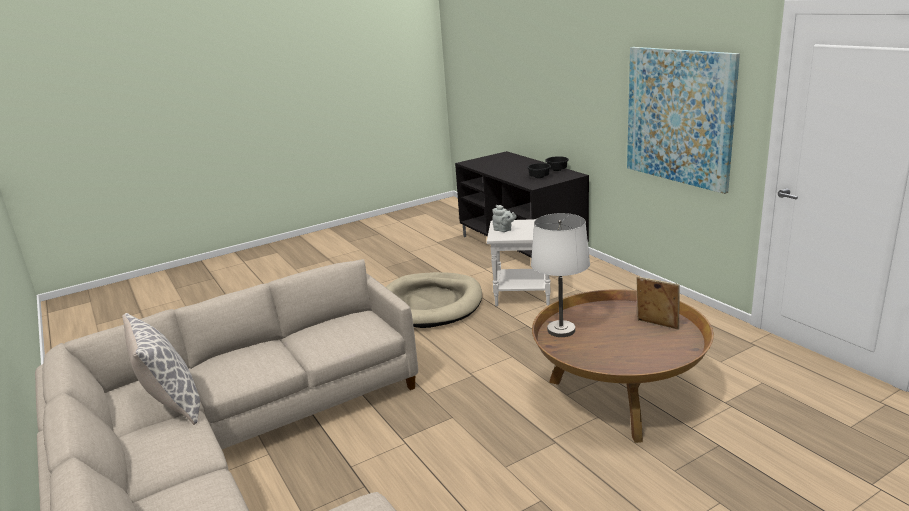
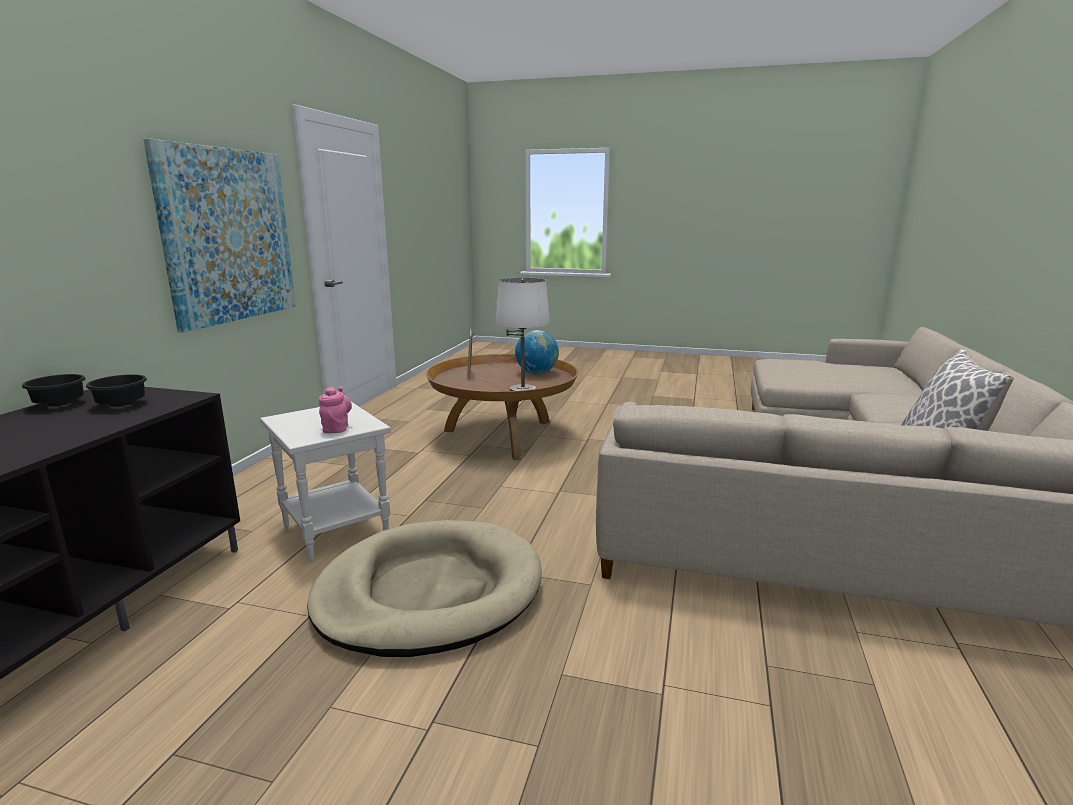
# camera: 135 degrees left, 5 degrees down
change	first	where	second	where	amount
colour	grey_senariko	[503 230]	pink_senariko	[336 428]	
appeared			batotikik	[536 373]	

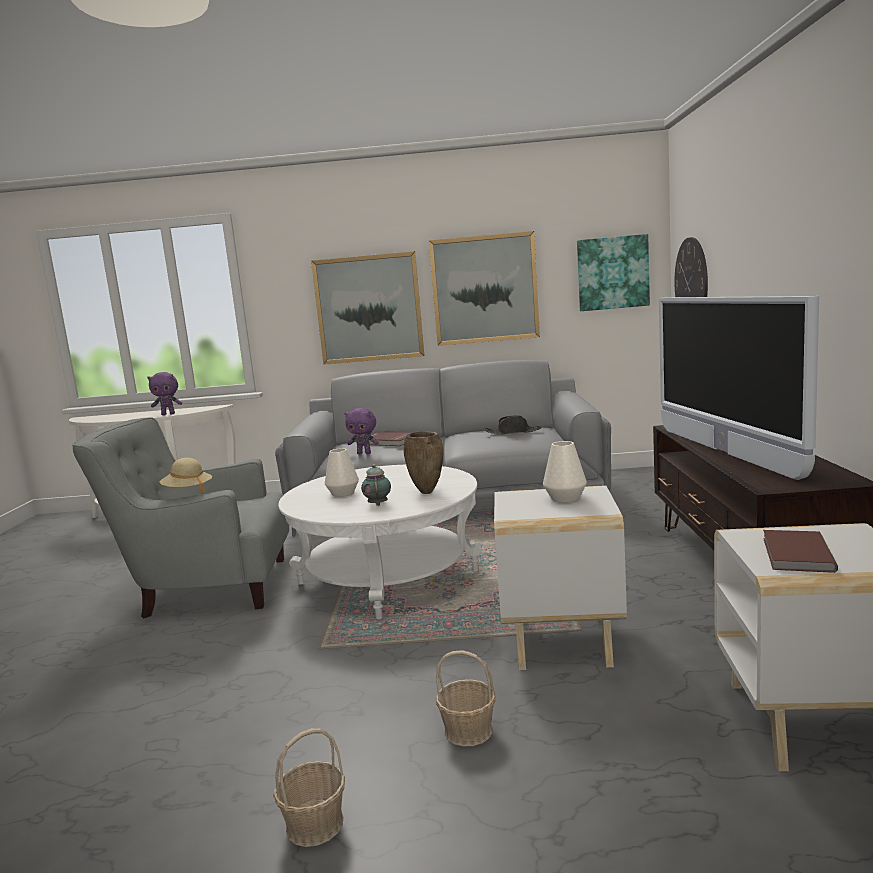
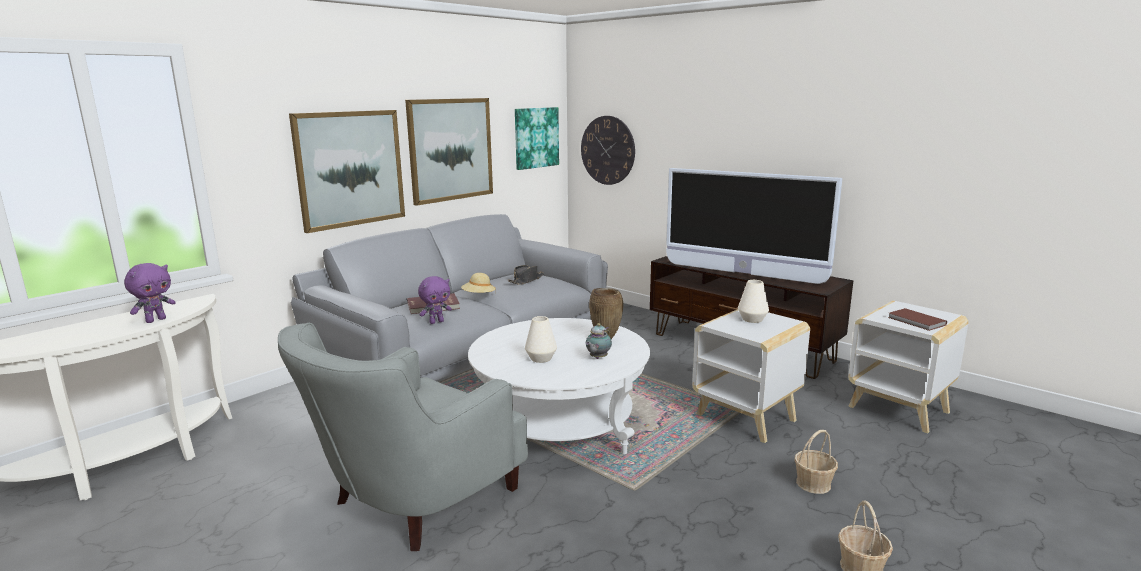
# camera: 50 degrees left, 5 degrees up
change	first	where	second	where	amount
relocated	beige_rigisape	[187 491]		[478 296]	
spun	senariko	[378 504]		[597 358]	90 degrees counterclockwise

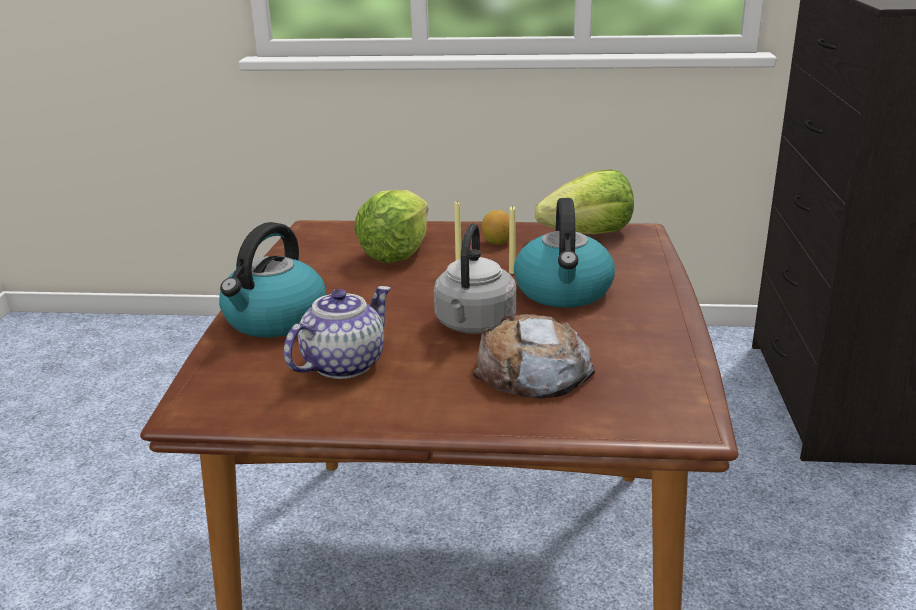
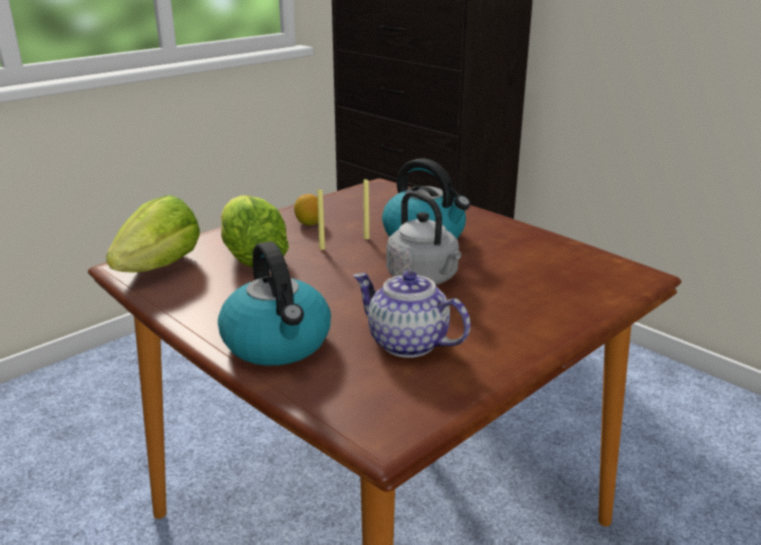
# camera: 50 degrees left, 0 degrees up
change	first	where	second	where	amount
spun	senariko	[343 364]		[406 343]	45 degrees counterclockwise
missing	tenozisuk	[532 371]			
relocated	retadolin	[588 234]		[160 266]	

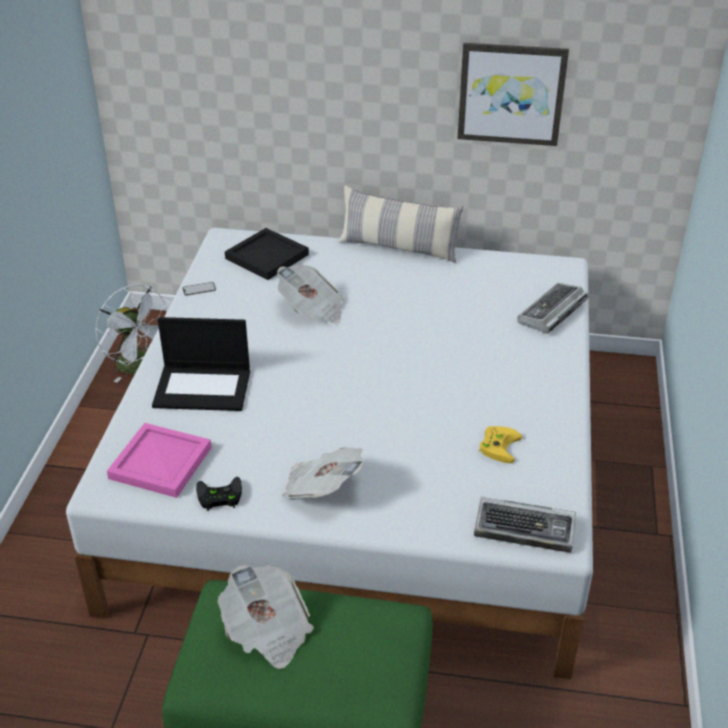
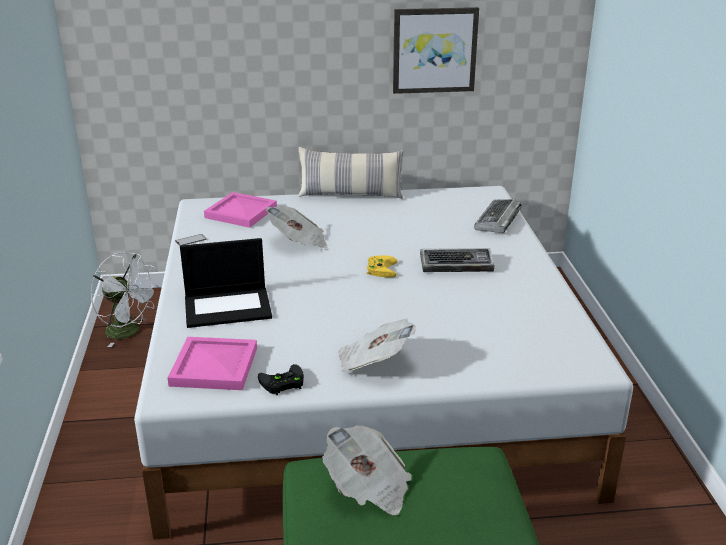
# camera: 15 degrees left, 10 degrees down
change	first	where	second	where	amount
colour	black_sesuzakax	[268 256]	pink_sesuzakax	[242 212]	
relocated	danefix	[525 529]		[457 265]	
relocated	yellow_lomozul	[498 445]		[380 268]	

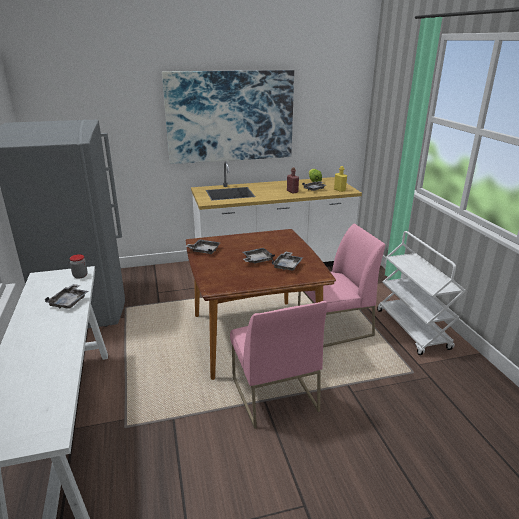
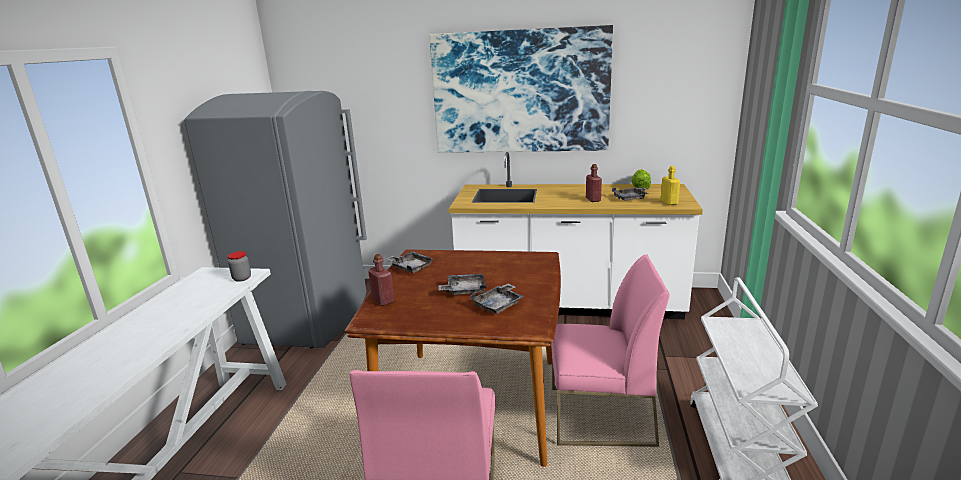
# camera: 25 degrees right, 5 degrees down
change	first	where	second	where	amount
missing	grey_sesuzakax	[69 301]			
appeared			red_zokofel	[383 300]	

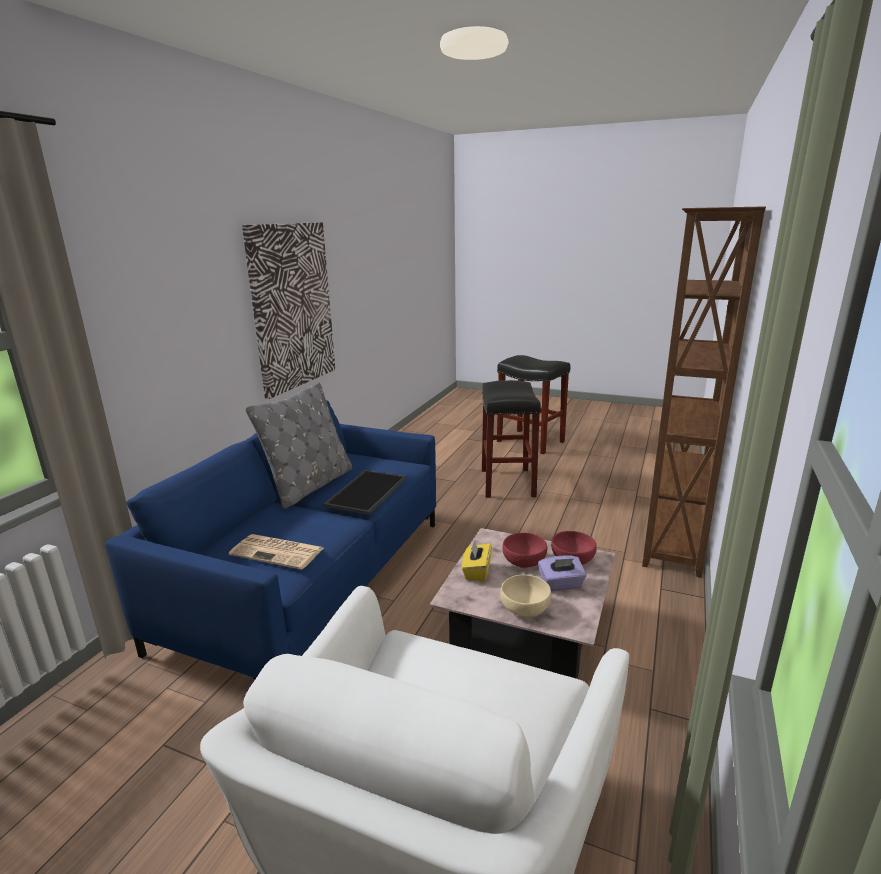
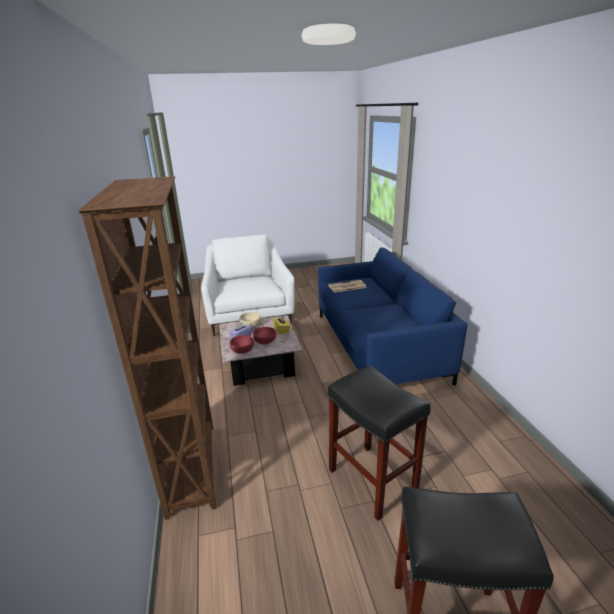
# camera: 145 degrees right, 5 degrees up
change	first	where	second	where	amount
missing	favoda	[292 307]			
missing	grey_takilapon	[310 485]			
missing	sesuzakax	[367 492]			

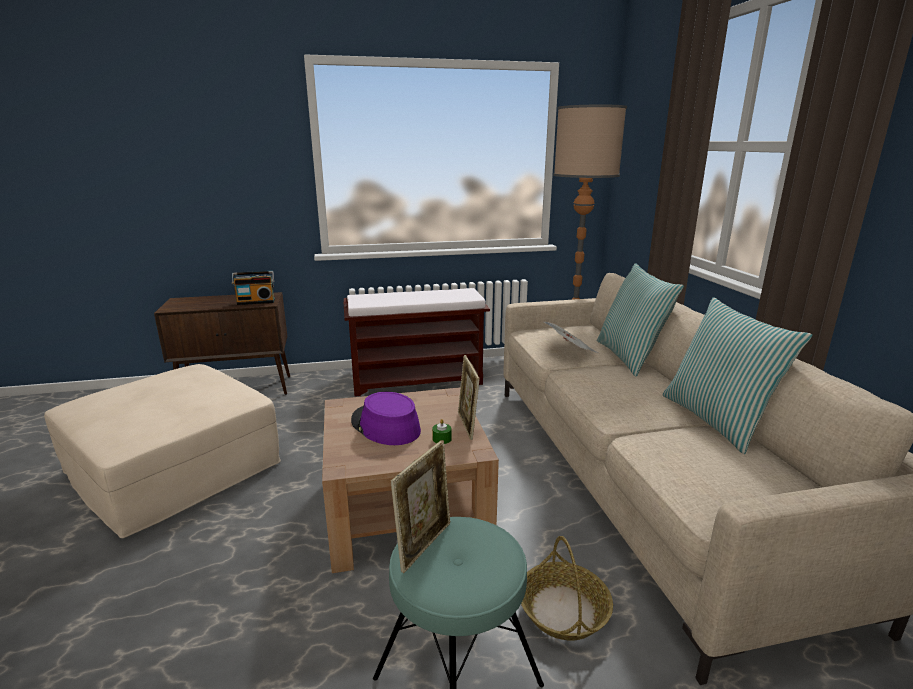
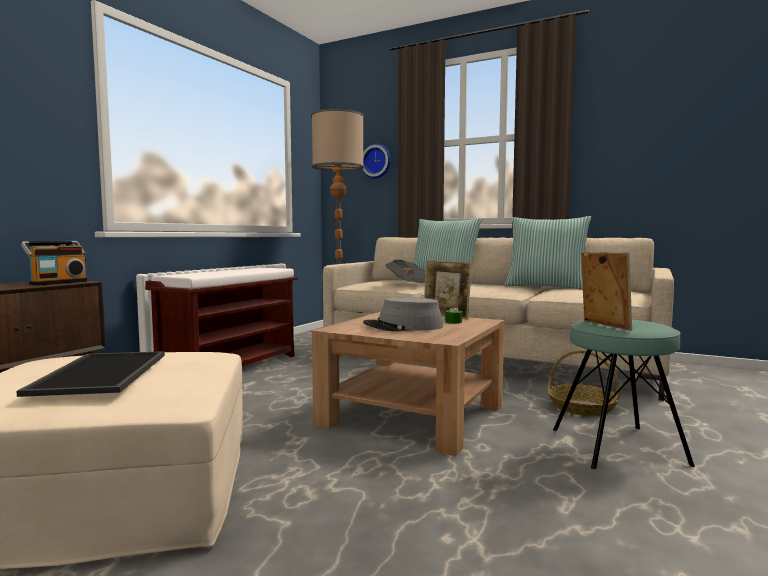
# camera: 50 degrees left, 15 degrees down
change	first	where	second	where	amount
colour	purple_rigisape	[385 426]	grey_rigisape	[403 326]	
appeared			sesuzakax	[103 373]	
appeared			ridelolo	[377 161]	

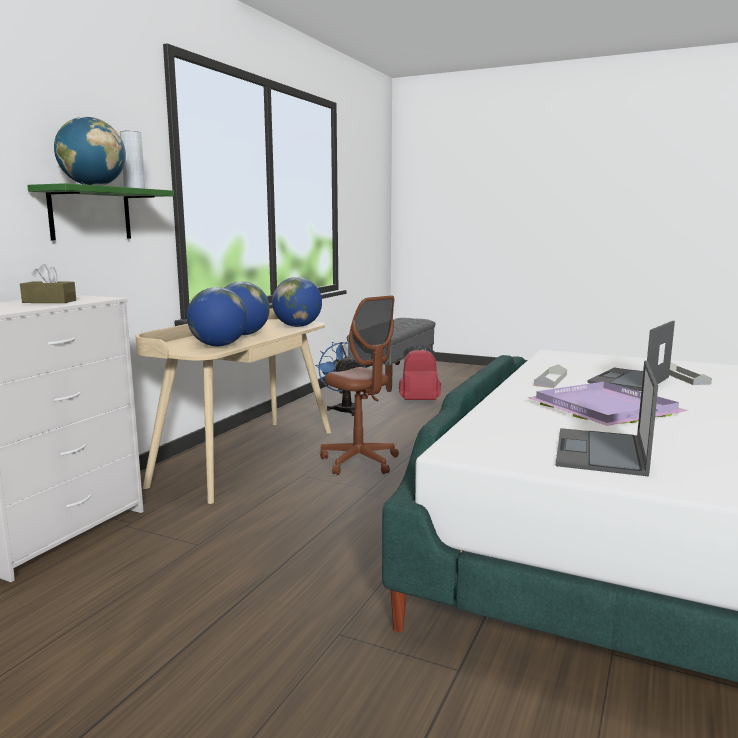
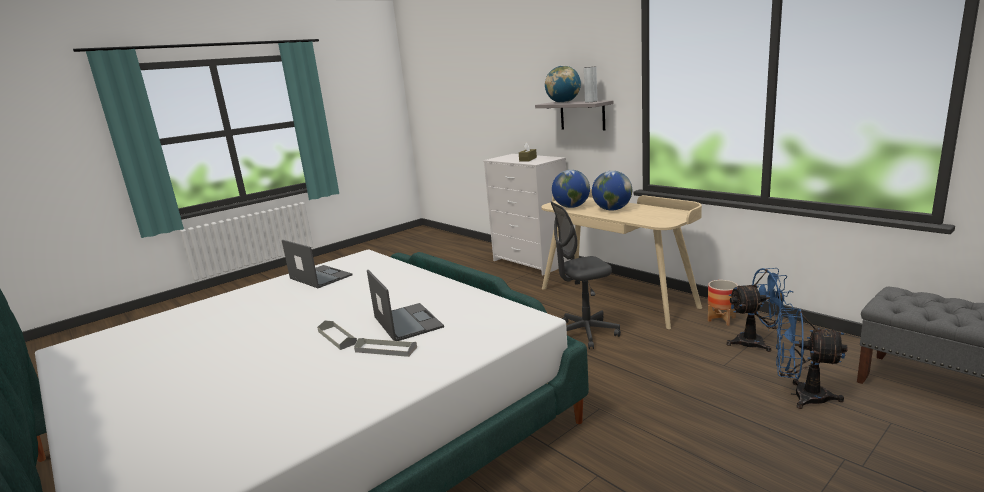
# camera: 115 degrees right, 5 degrees up
change	first	where	second	where	amount
colour	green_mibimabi	[90 214]	grey_mibimabi	[582 115]	
missing	batotikik	[297 326]			
colour	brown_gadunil	[360 462]	grey_gadunil	[585 333]	
exchanged	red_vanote	[419 401]	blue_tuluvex	[801 395]	
missing	purple_sesuzakax	[607 409]			
relocated	grey_sesuzakax	[550 380]		[337 337]	
appeared			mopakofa	[721 319]	

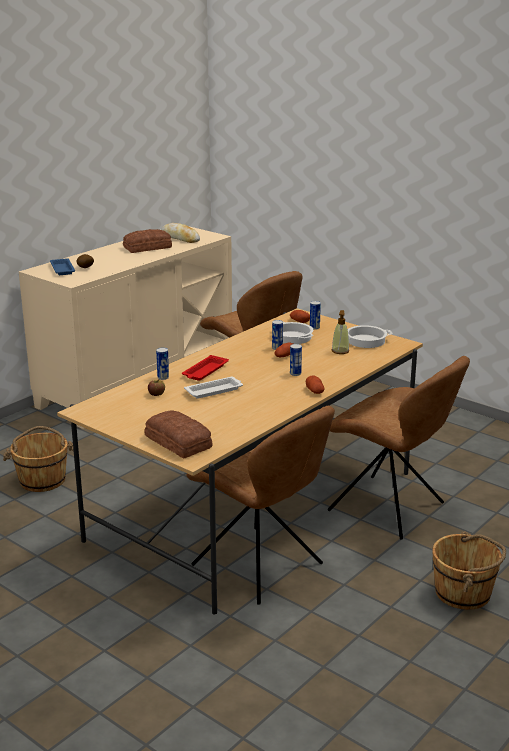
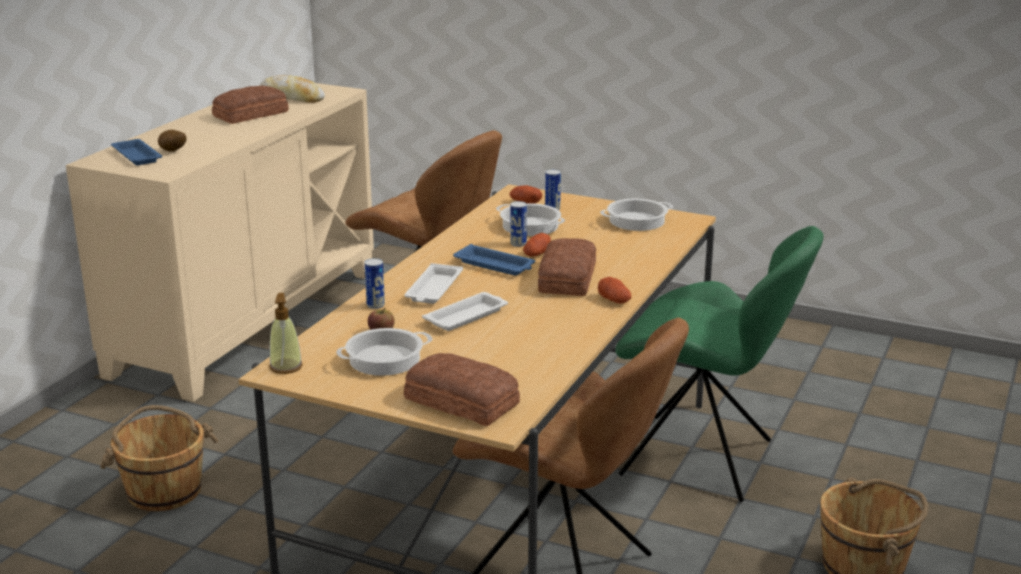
# camera: 15 degrees left, 0 degrees up
change	first	where	second	where	amount
colour	red_sesuzakax	[204 371]	white_sesuzakax	[433 289]	
exchanged	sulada	[295 373]	tenozisuk	[569 278]	
colour	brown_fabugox	[390 508]	green_fabugox	[703 459]	
relocated	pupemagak	[340 351]		[286 366]	
appeared			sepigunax	[384 360]	
appeared			blue_sesuzakax	[495 265]	

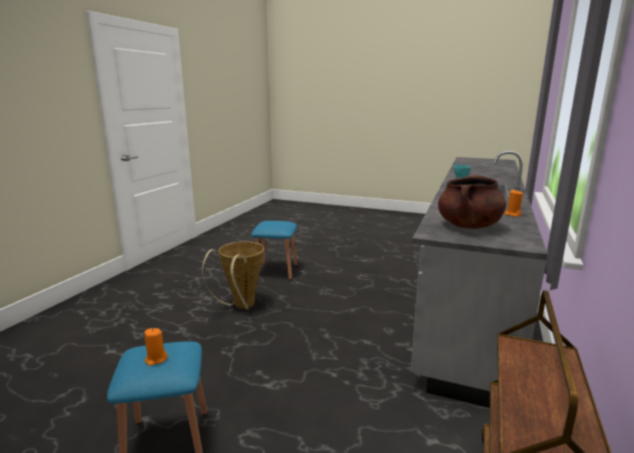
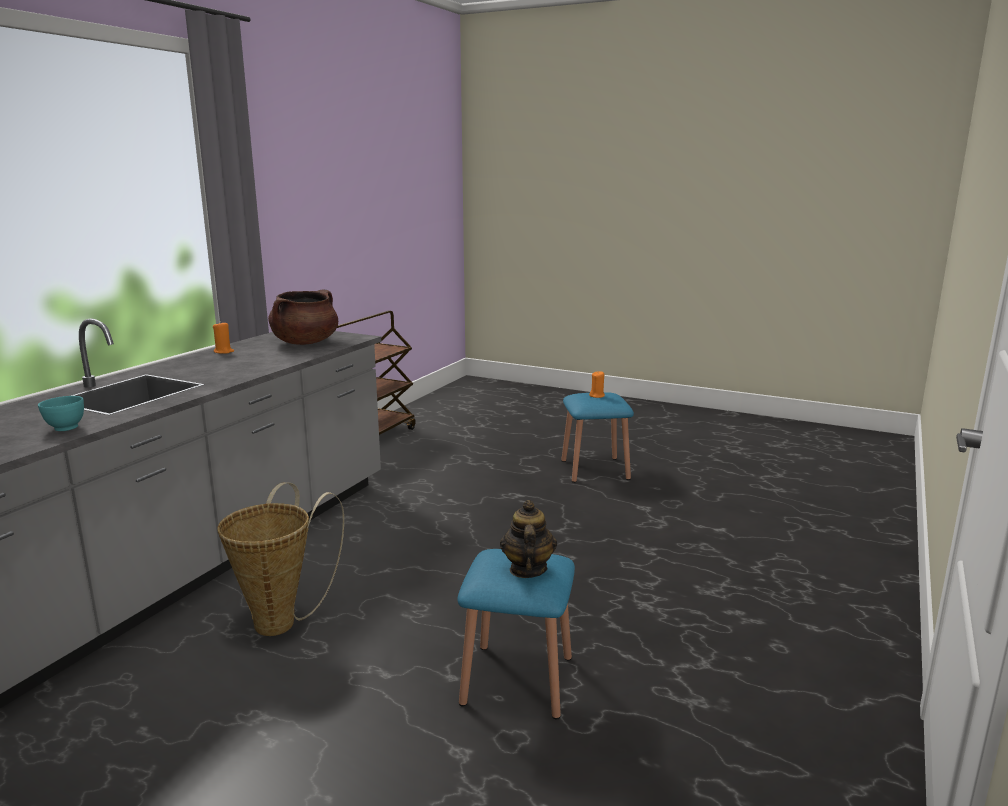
# camera: 175 degrees left, 0 degrees up
change	first	where	second	where	amount
relocated	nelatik	[241 306]		[282 620]	
appeared			senariko	[527 569]	

